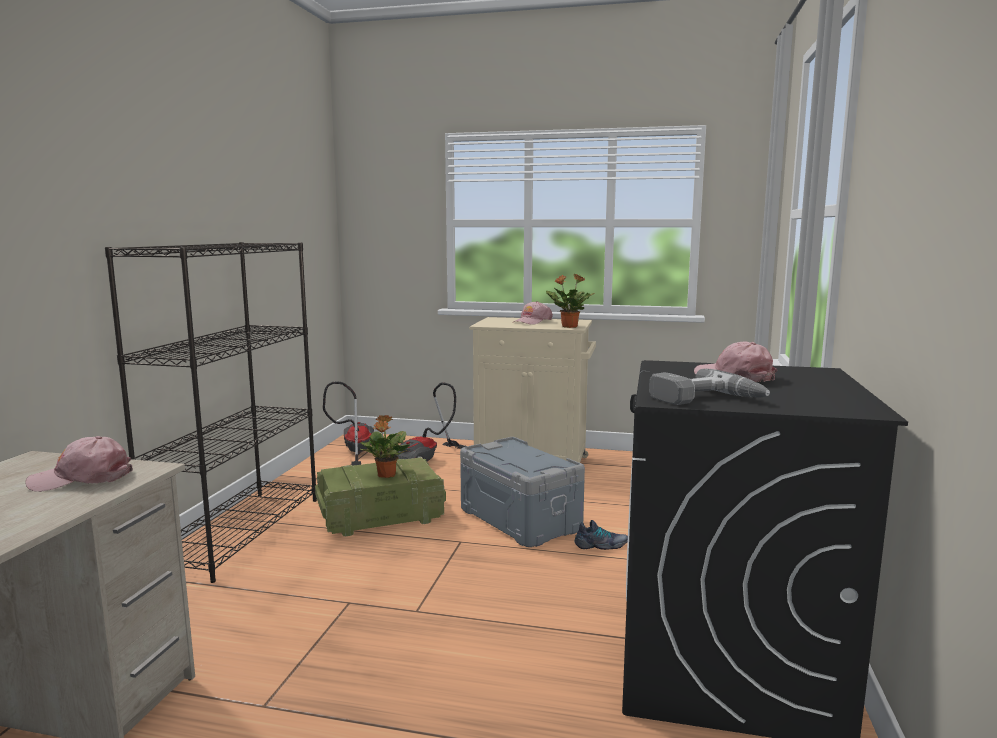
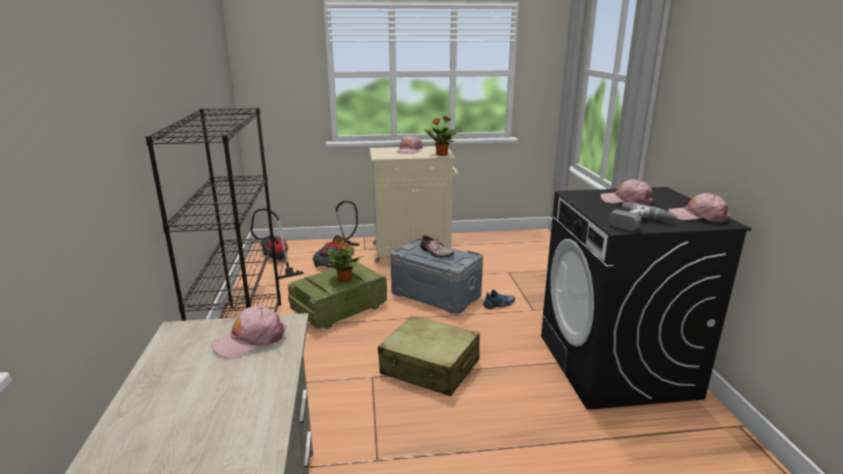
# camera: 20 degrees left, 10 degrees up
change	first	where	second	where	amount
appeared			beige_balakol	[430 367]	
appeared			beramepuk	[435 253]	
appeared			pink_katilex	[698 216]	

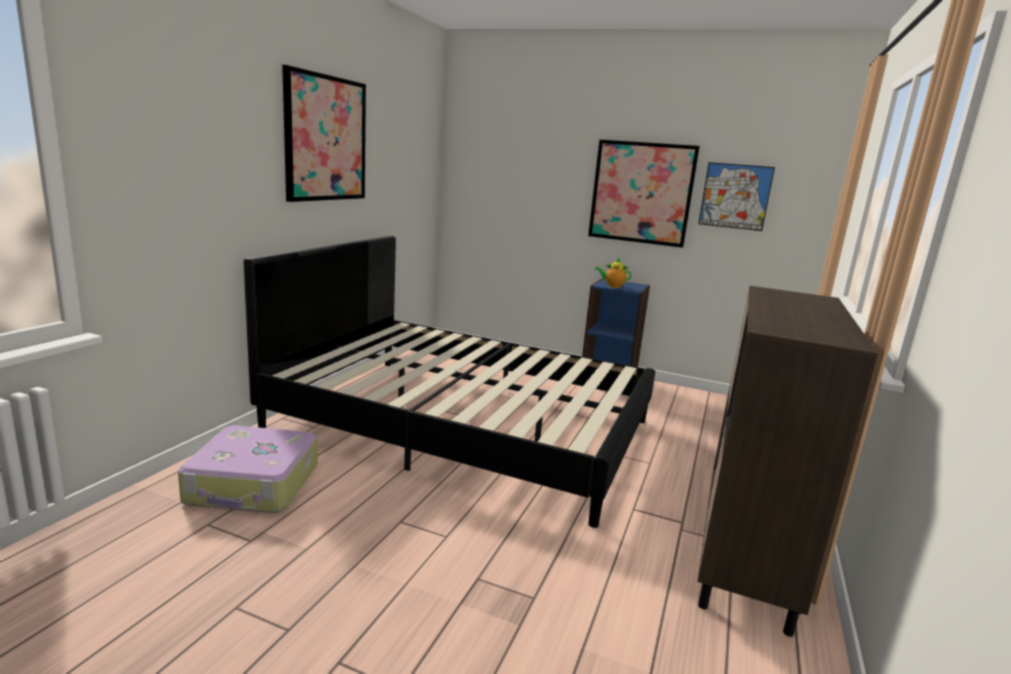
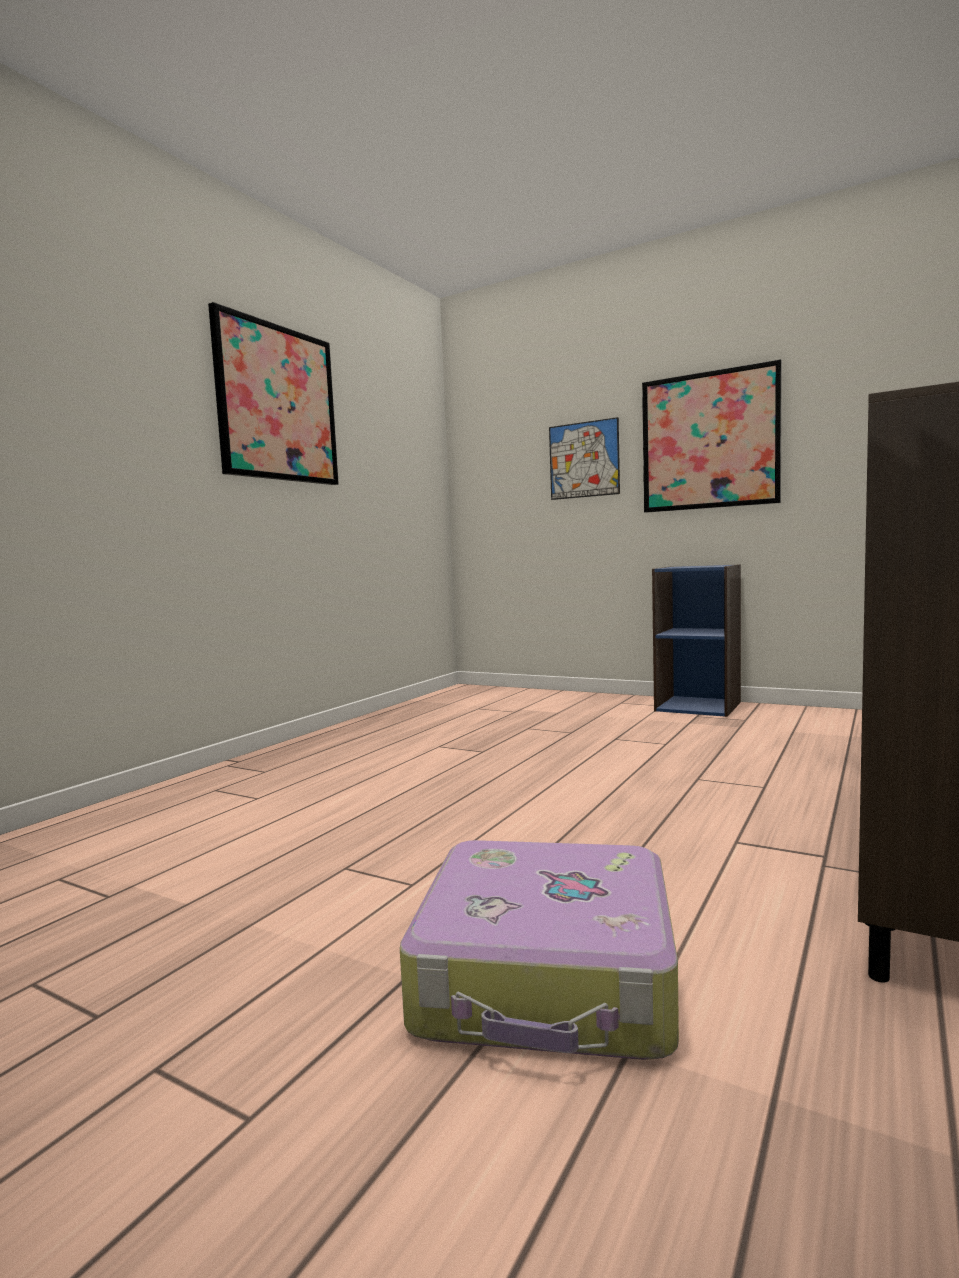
# camera: 10 degrees right, 10 degrees down
change	first	where	second	where	amount
relocated	balakol	[254 484]		[548 977]	
missing	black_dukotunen	[464 424]			
missing	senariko	[612 286]			
relocated	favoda	[735 196]		[584 460]	

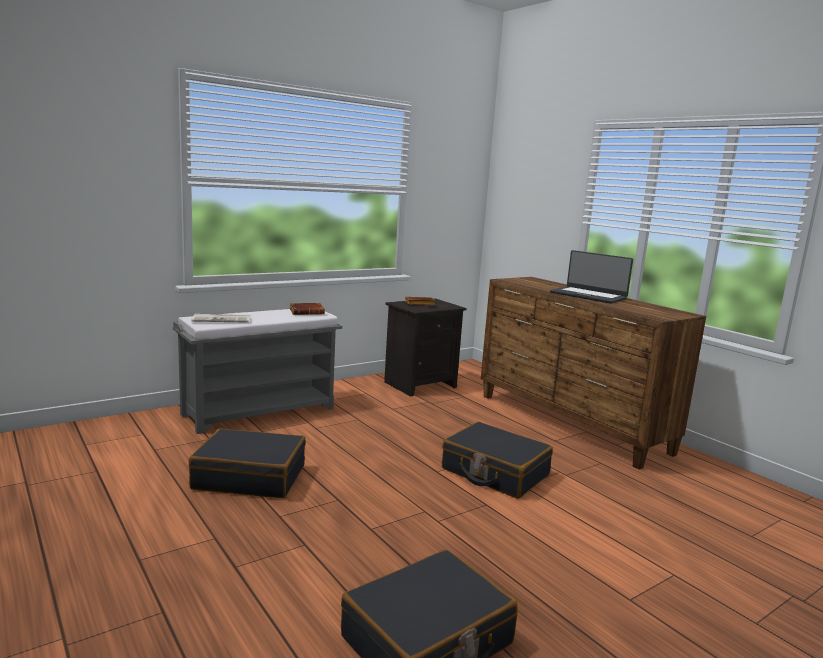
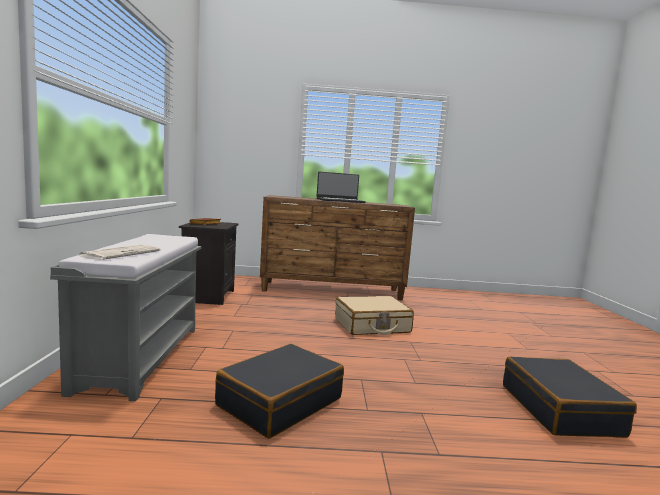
# camera: 55 degrees left, 5 degrees down
change	first	where	second	where	amount
missing	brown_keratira	[307 312]			
colour	black_balakol	[494 472]	beige_balakol	[372 326]	

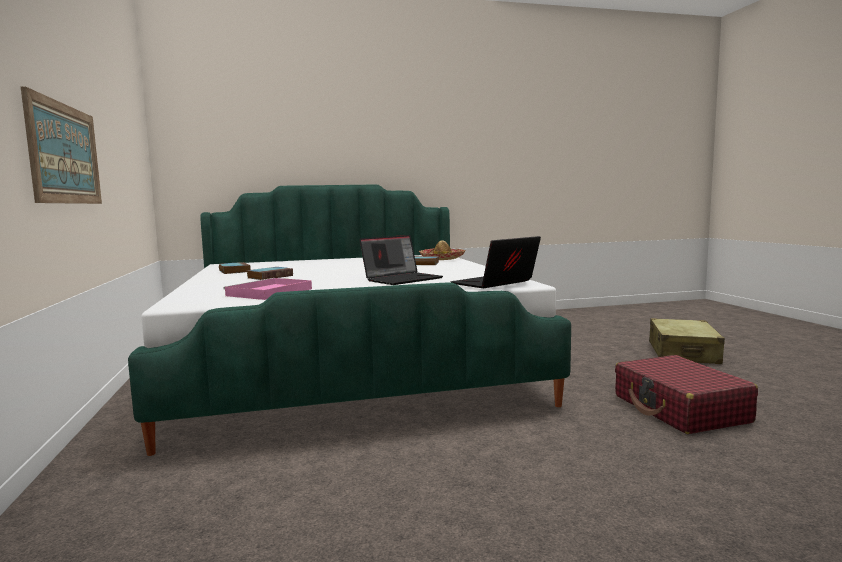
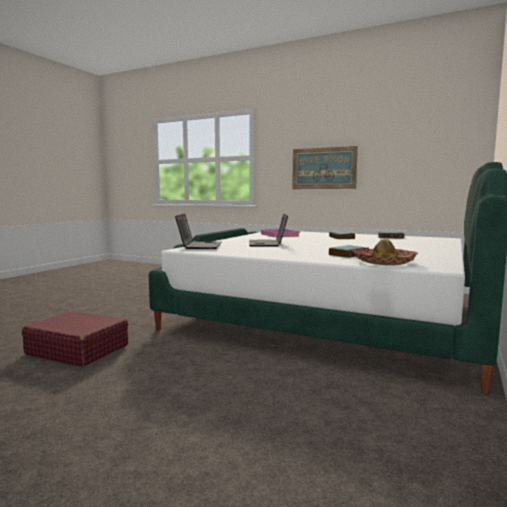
# camera: 130 degrees right, 0 degrees up
change	first	where	second	where	amount
missing	beige_balakol	[683 353]			

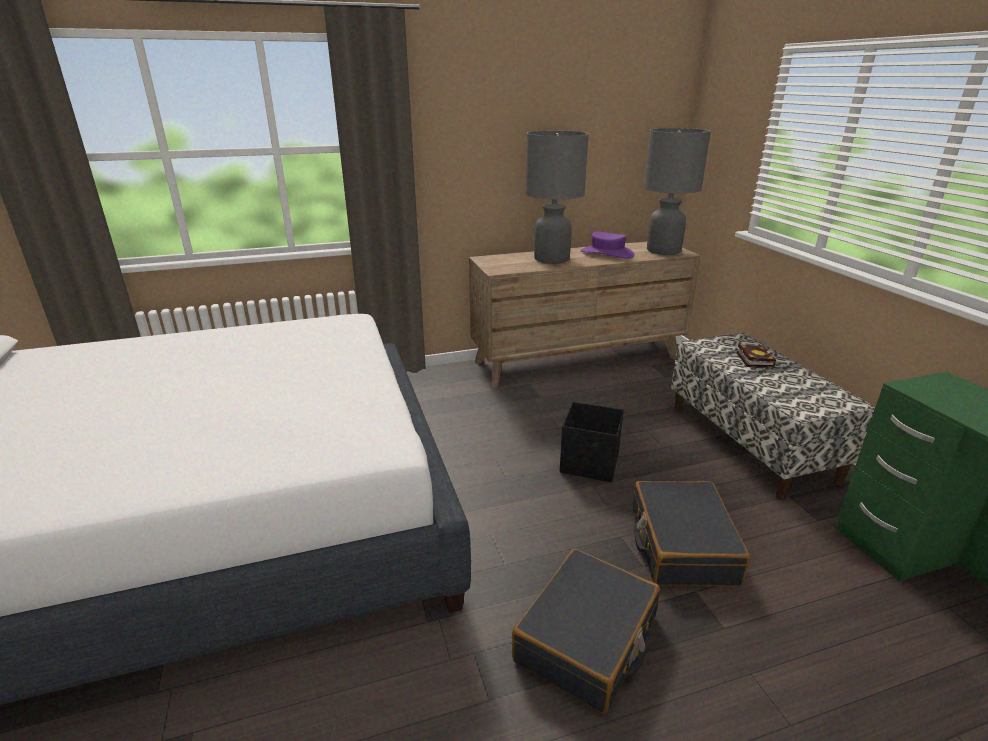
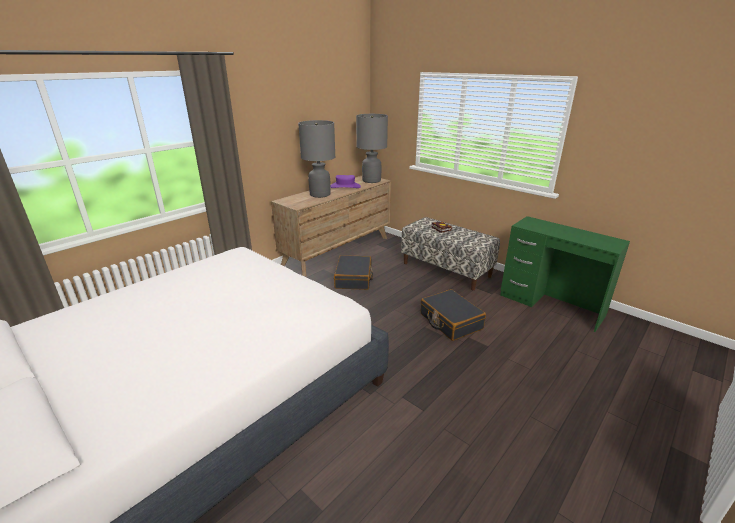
# camera: 30 degrees left, 0 degrees up
change	first	where	second	where	amount
relocated	black_balakol	[587 640]		[354 279]	
missing	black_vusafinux	[590 464]			

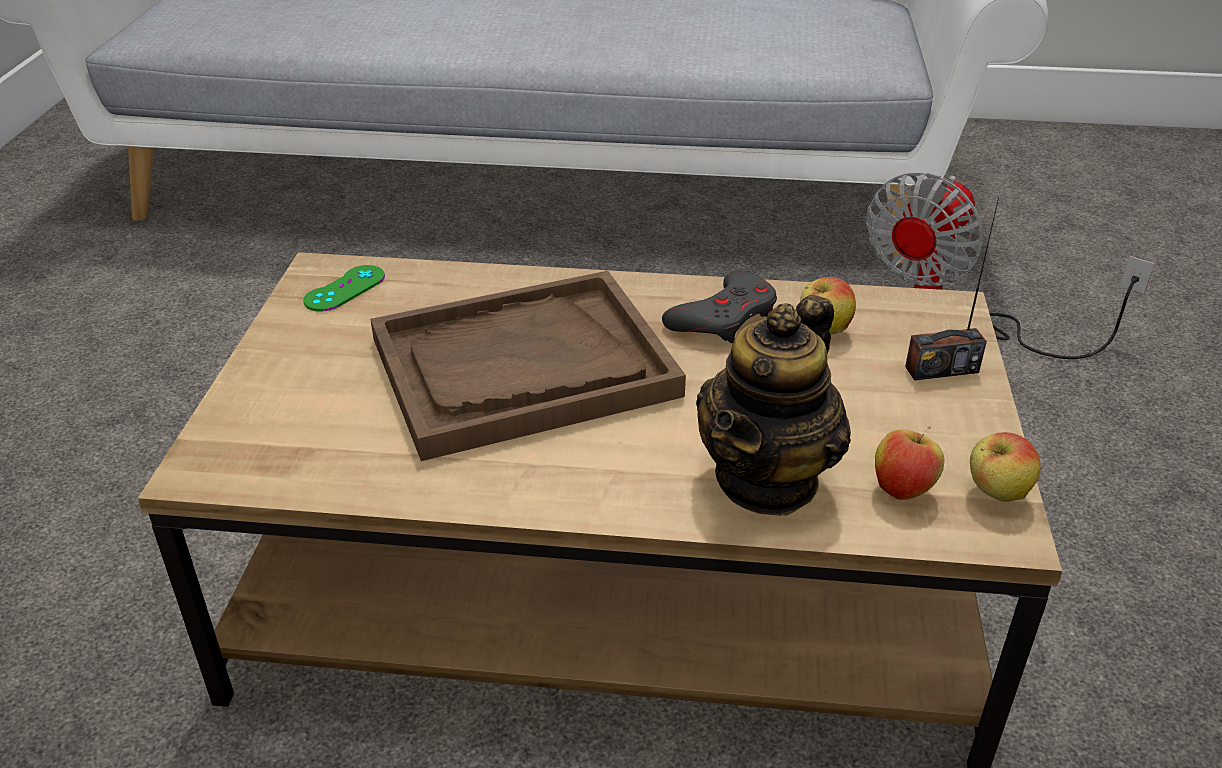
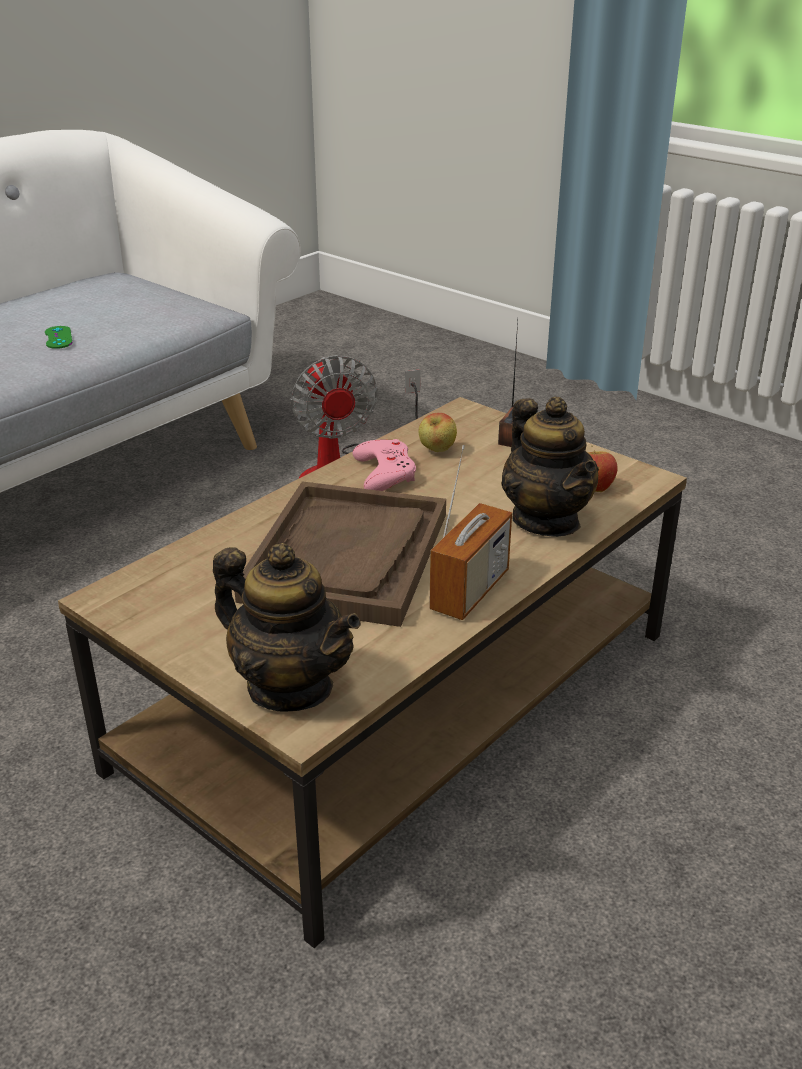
# camera: 55 degrees left, 5 degrees down
change	first	where	second	where	amount
relocated	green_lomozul	[344 289]		[58 338]	
colour	grey_lomozul	[724 317]	pink_lomozul	[384 473]	
missing	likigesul	[996 494]			
appeared			senariko	[290 686]	
appeared			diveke	[470 591]	

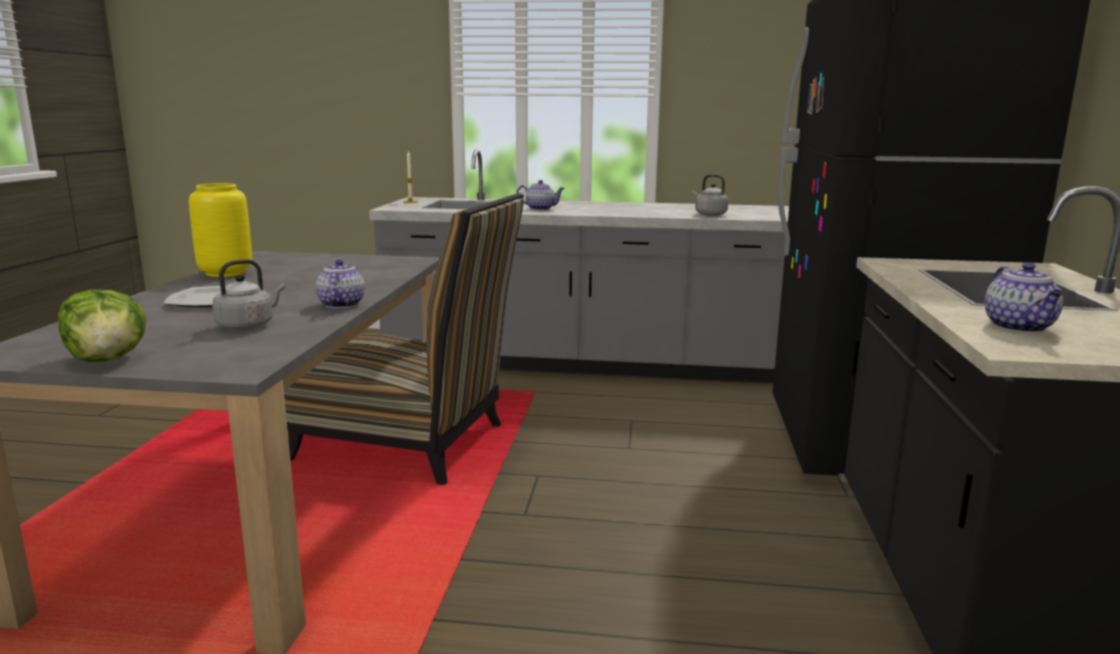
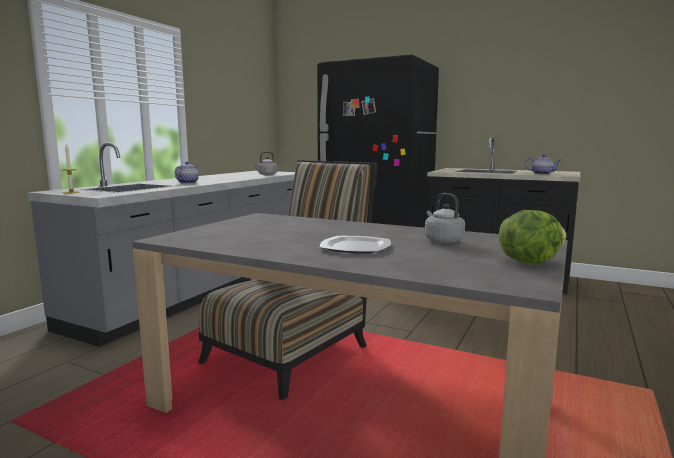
# camera: 70 degrees left, 5 degrees down
change	first	where	second	where	amount
missing	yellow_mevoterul	[225 273]			
missing	senariko	[341 304]			

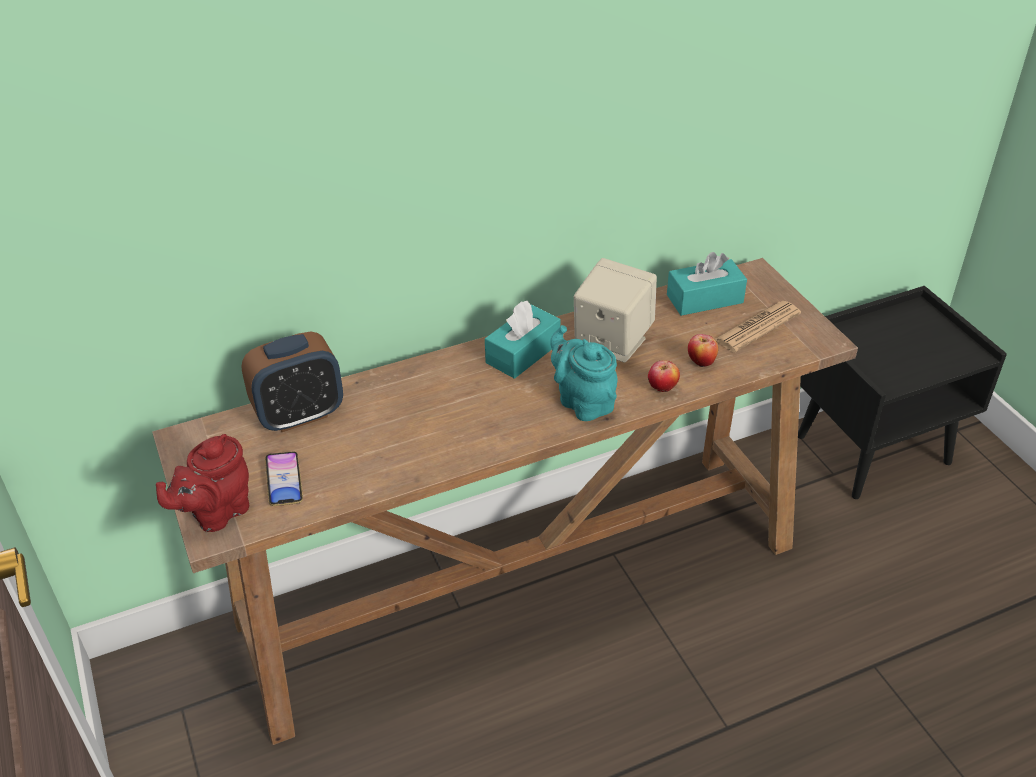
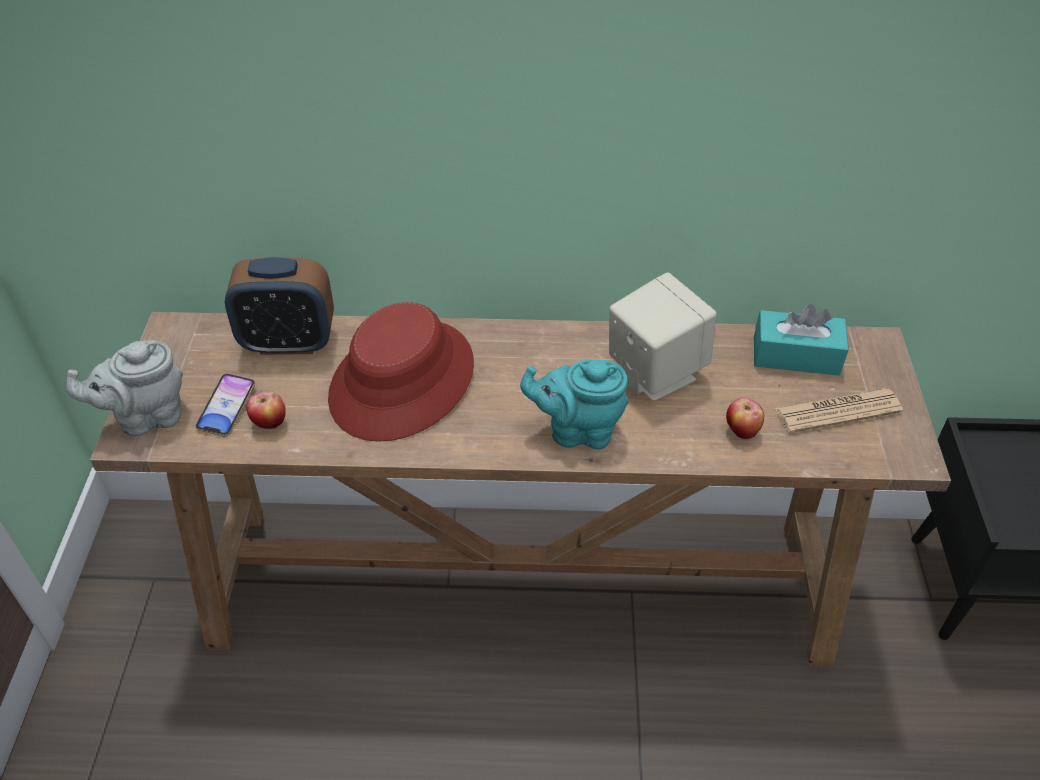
# camera: 25 degrees right, 5 degrees up
change	first	where	second	where	amount
colour	red_senariko	[216 513]	grey_senariko	[146 417]	
missing	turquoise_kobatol	[523 353]			
spun	turquoise_senariko	[583 402]		[577 430]	75 degrees counterclockwise
relocated	likigesul	[662 389]		[269 424]	
appeared			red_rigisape	[403 381]	

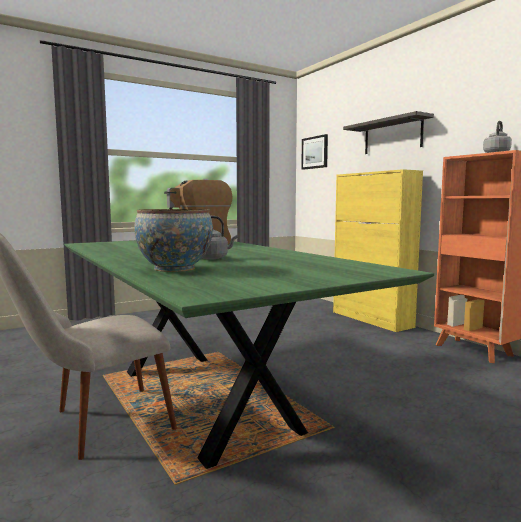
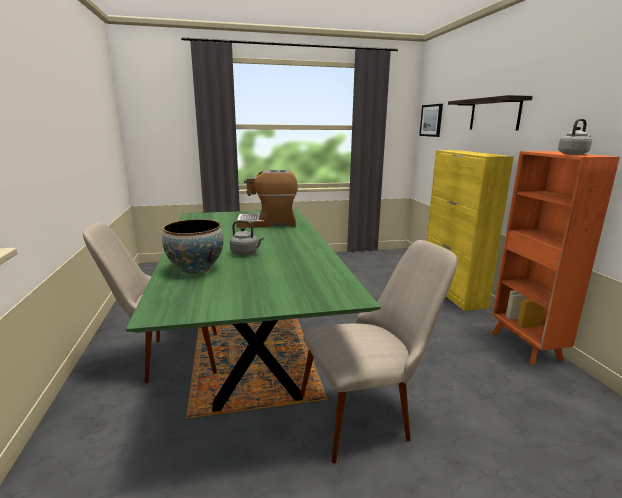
# camera: 20 degrees right, 10 degrees up
change	first	where	second	where	amount
appeared			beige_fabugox	[369 412]	

